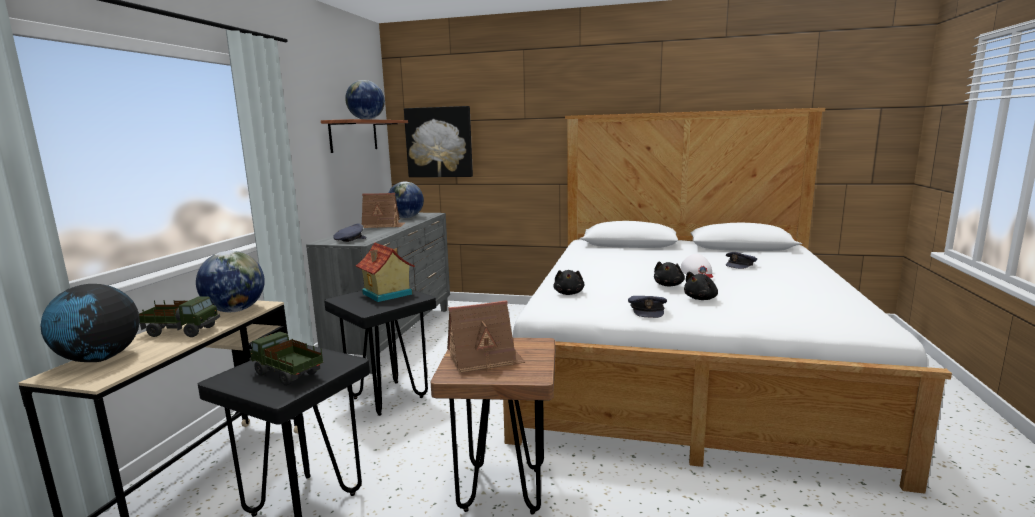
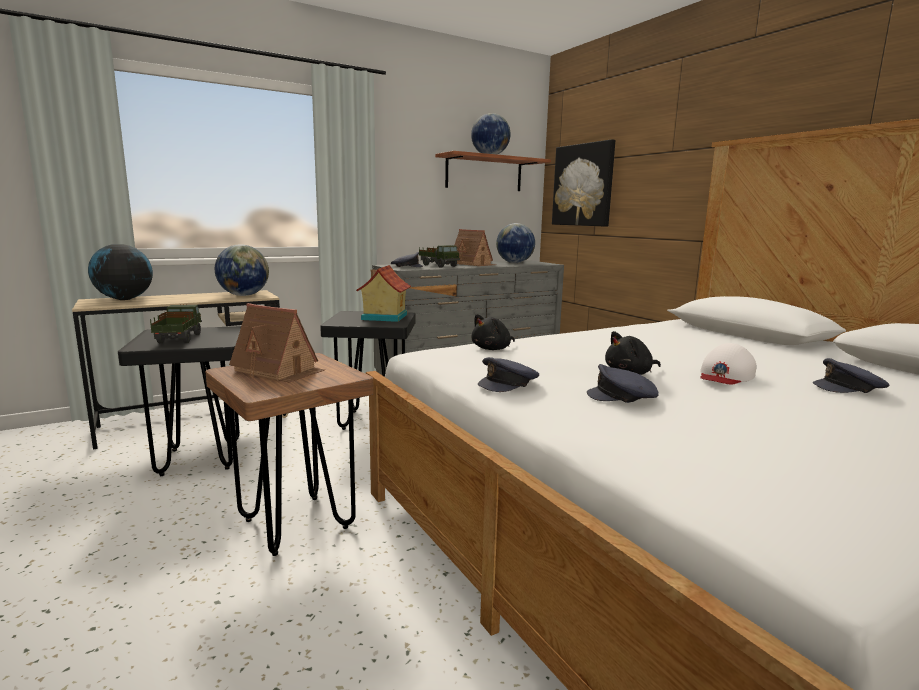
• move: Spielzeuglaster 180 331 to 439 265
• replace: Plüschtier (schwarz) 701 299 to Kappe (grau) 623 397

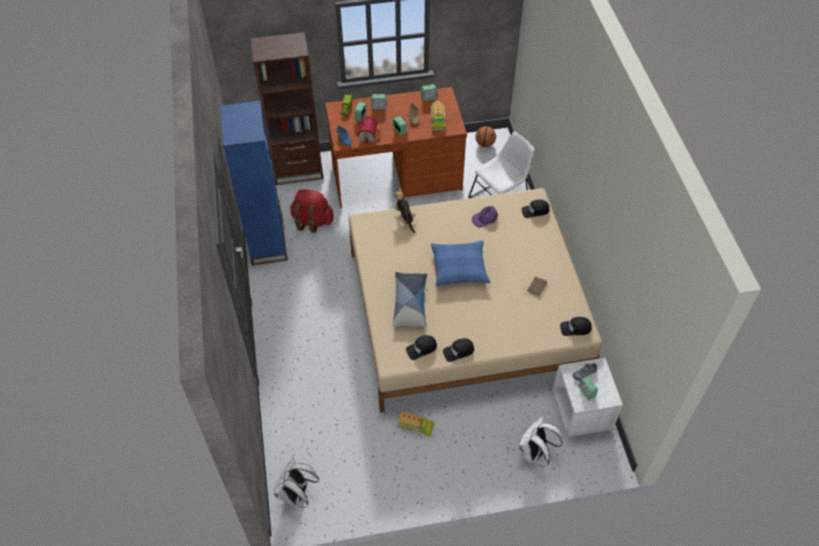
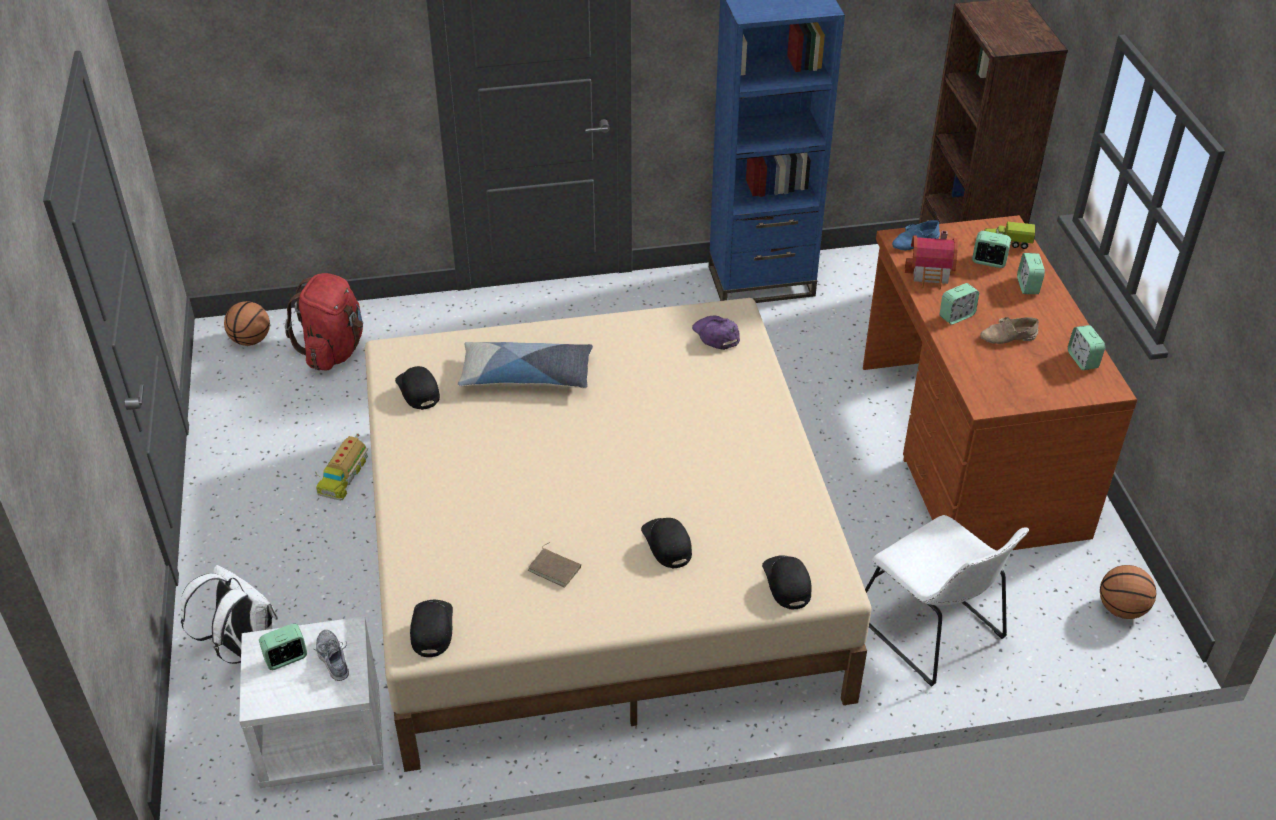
• replace: Rucksack (weiß) 297 495 to Basketball 250 340
• move: Rucksack (rot) 312 221 to 334 350
• move: Kappe (schwarz) 458 351 to 667 544
• move: Kappe (lila) 485 218 to 716 334
• delete: Plüschtier 405 218
• delete: Spielzeuglaster 437 120
• delete: Kissen (blau) 459 268

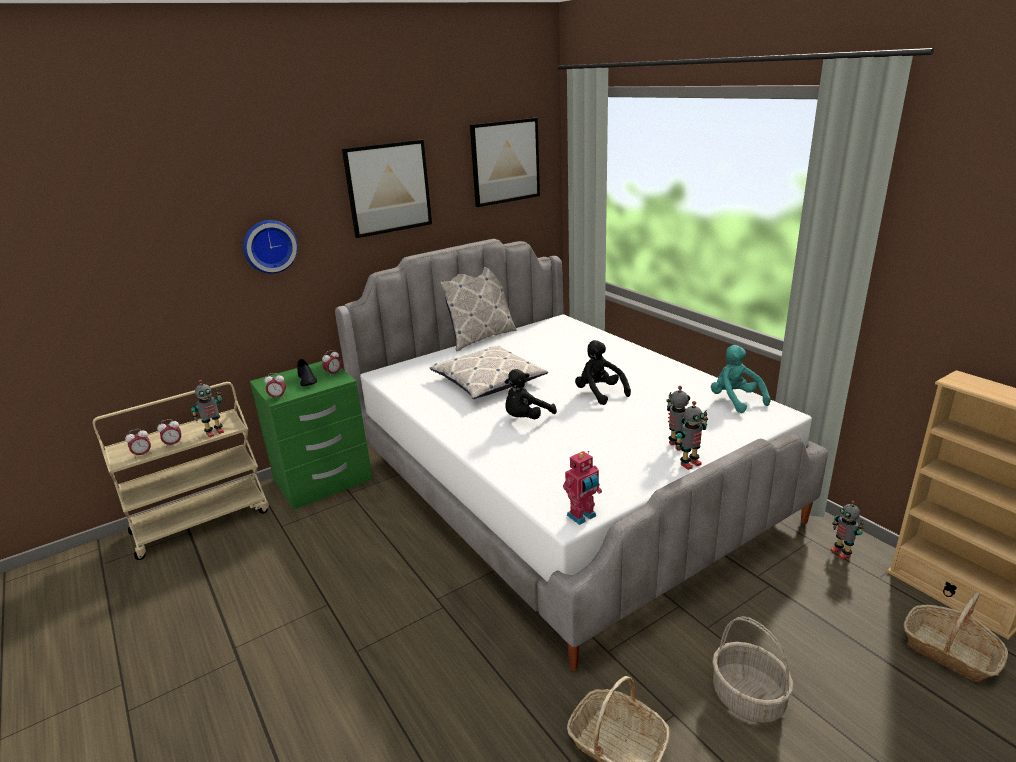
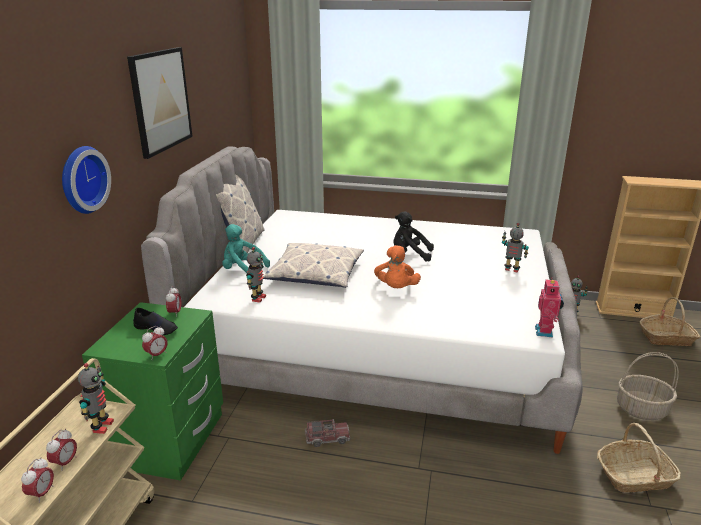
• move: Plüschtier (türkis) 735 400 to 242 270
• move: Spielzeugroboter 689 463 to 257 298
• insert: Spielzeuglaster 327 438
• recolor: Plüschtier (schwarz) 526 418 to Plüschtier (orange) 396 288
• delete: Bild 505 162

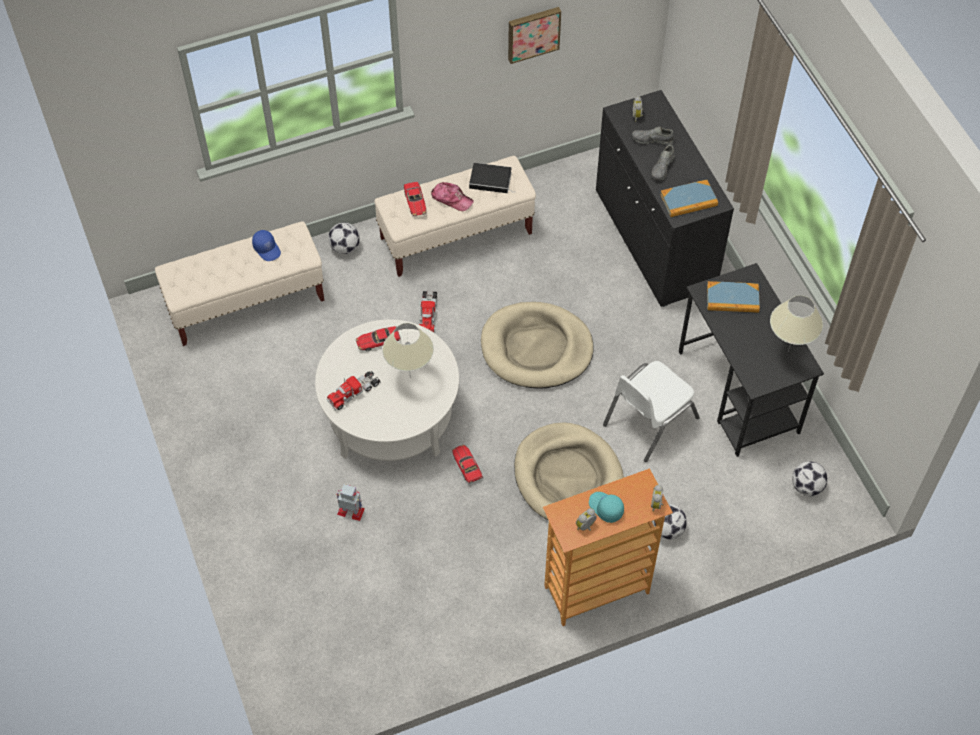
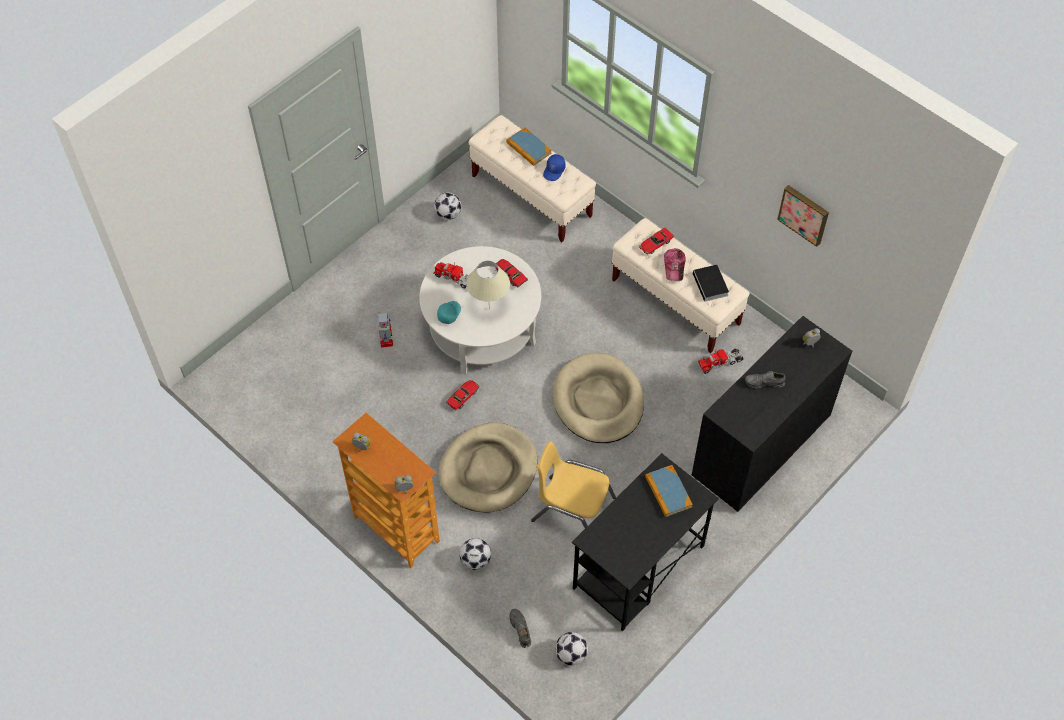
• move: Fußball 345 247 to 448 214
• move: Kappe (türkis) 605 508 to 449 313
• move: Buch 688 200 to 528 148
• move: Schuh (grau) 652 140 to 520 629
• recolor: Stuhl (weiß) 649 421 to Stuhl (gelb) 572 509
• move: Spielzeuglaster 428 314 to 720 362
• delete: Tischlampe (beige) 788 352

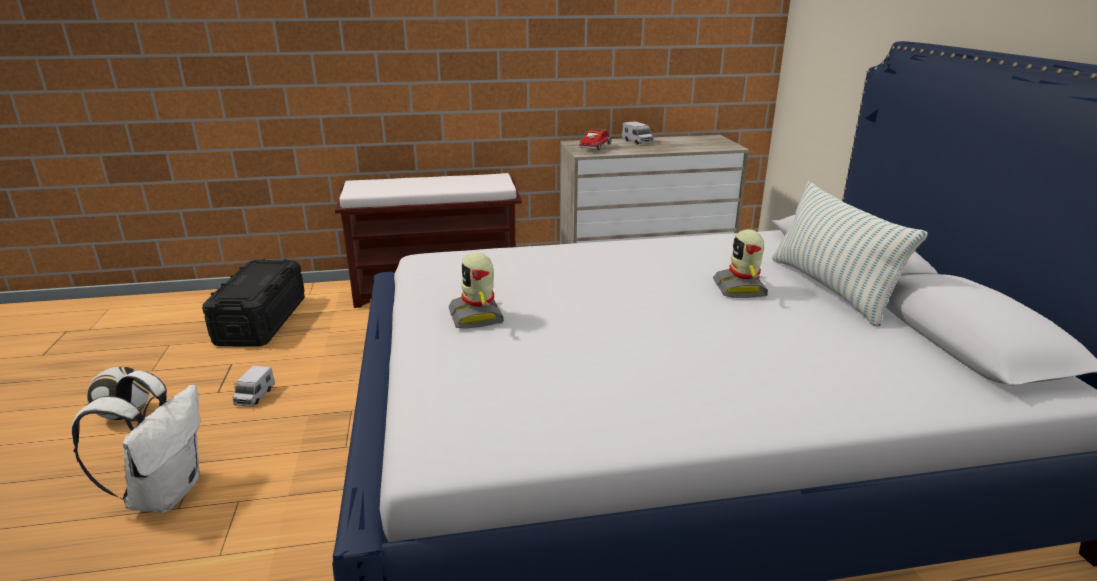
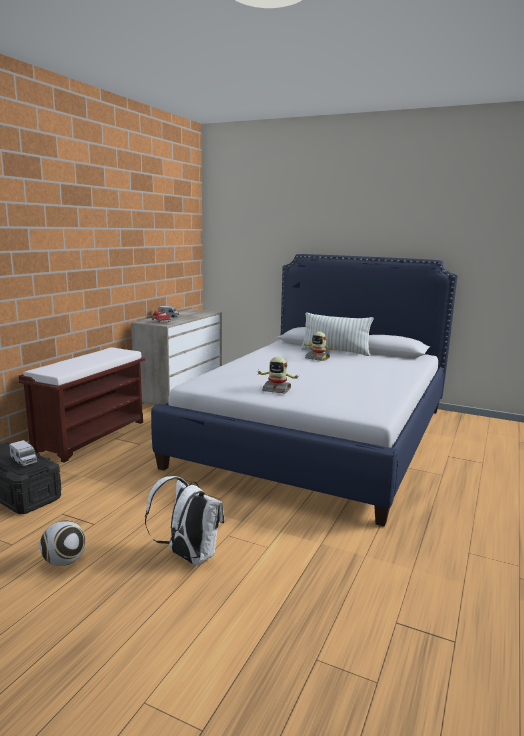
• move: Spielzeuglaster 254 396 to 24 461

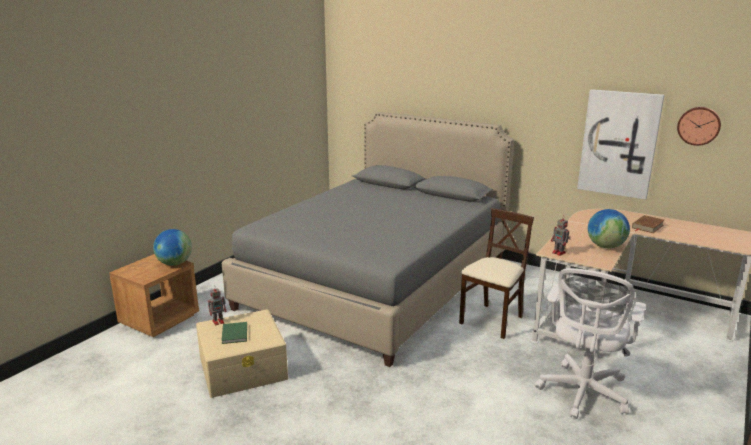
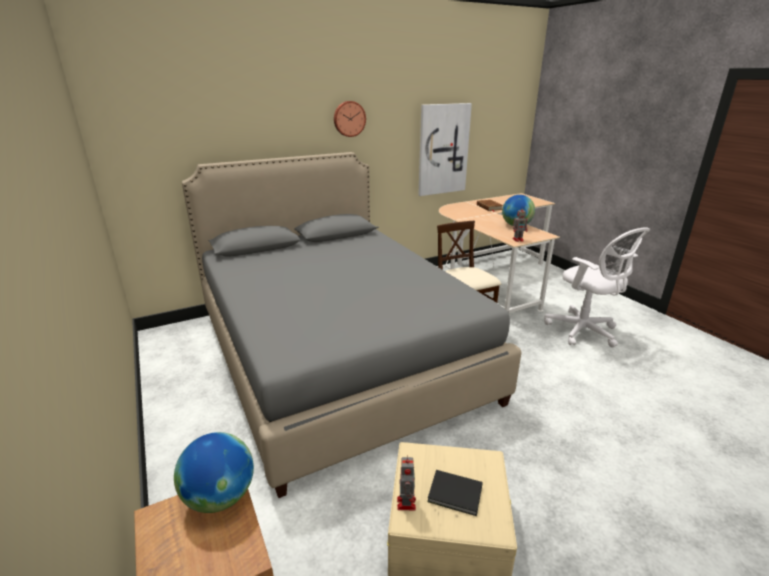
• move: Wanduhr 699 125 to 349 119
• recolor: Buch (grün) 234 334 to Buch (schwarz) 456 495

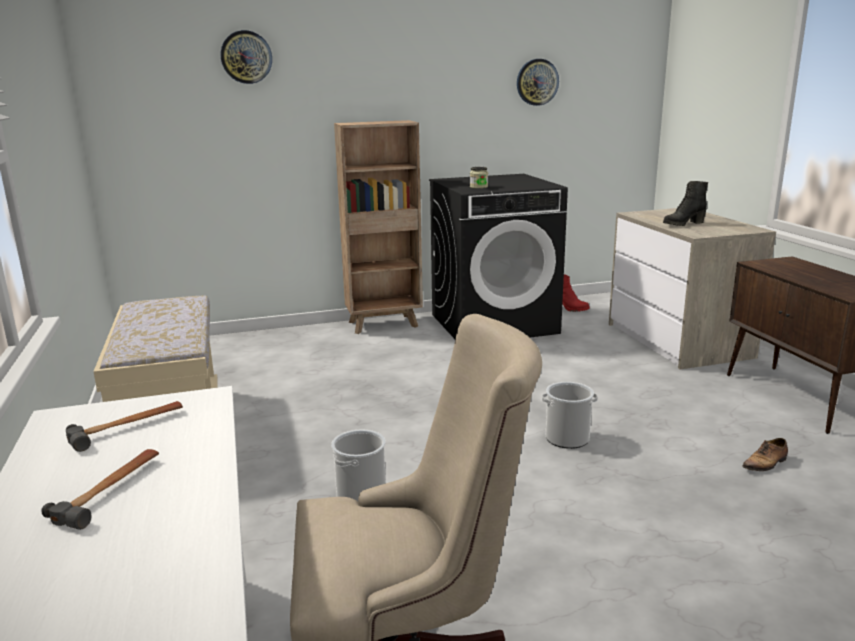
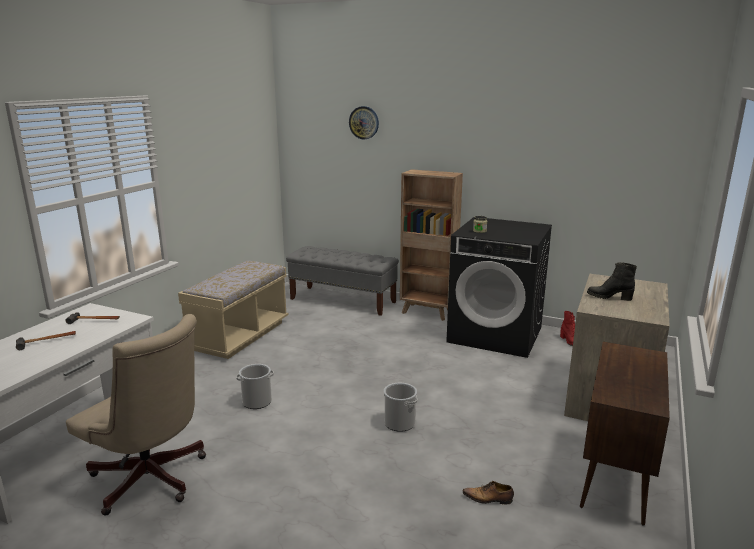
• insert: Bank (grau) 343 300
• delete: Wanduhr 537 82

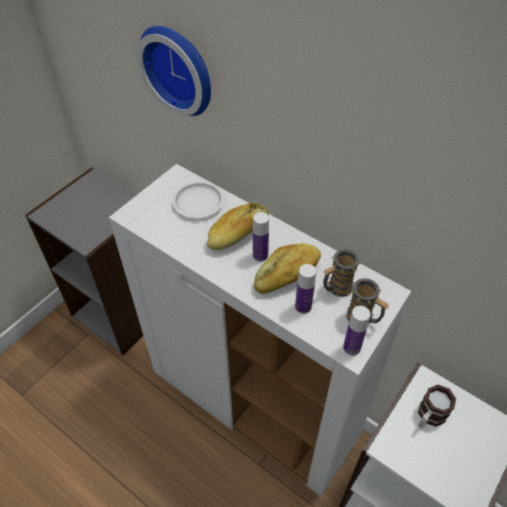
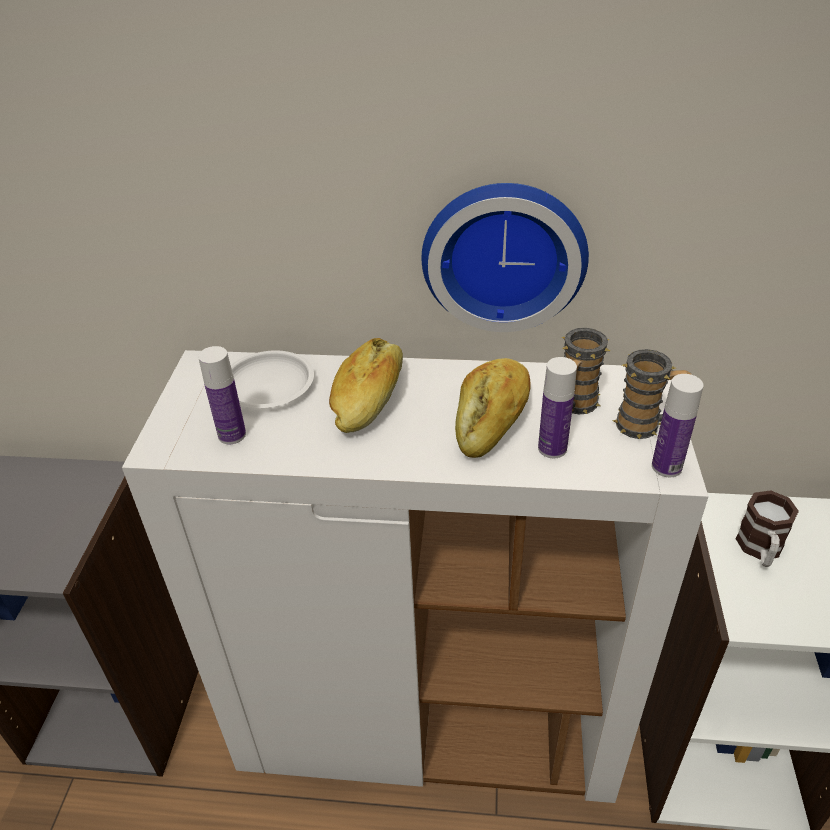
• move: Flasche 260 255 to 232 435
• move: Wanduhr 180 69 to 504 253

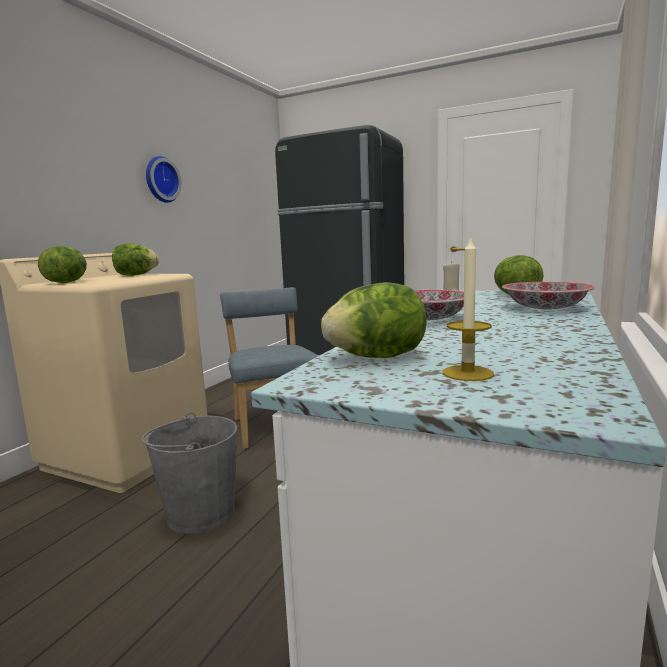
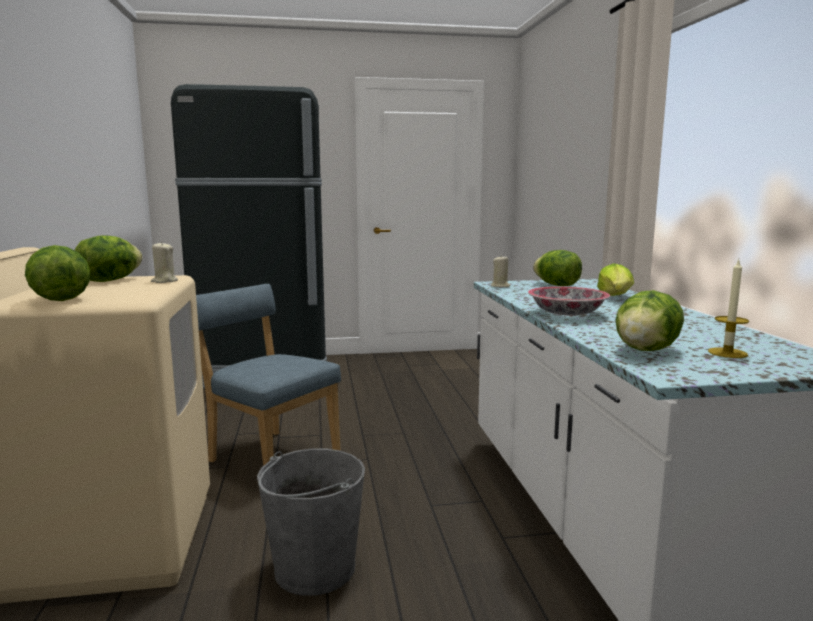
• insert: Kerze (beige) 164 281
• replace: Schüssel 546 308 to Salatkopf 615 297
• delete: Wanduhr 160 180

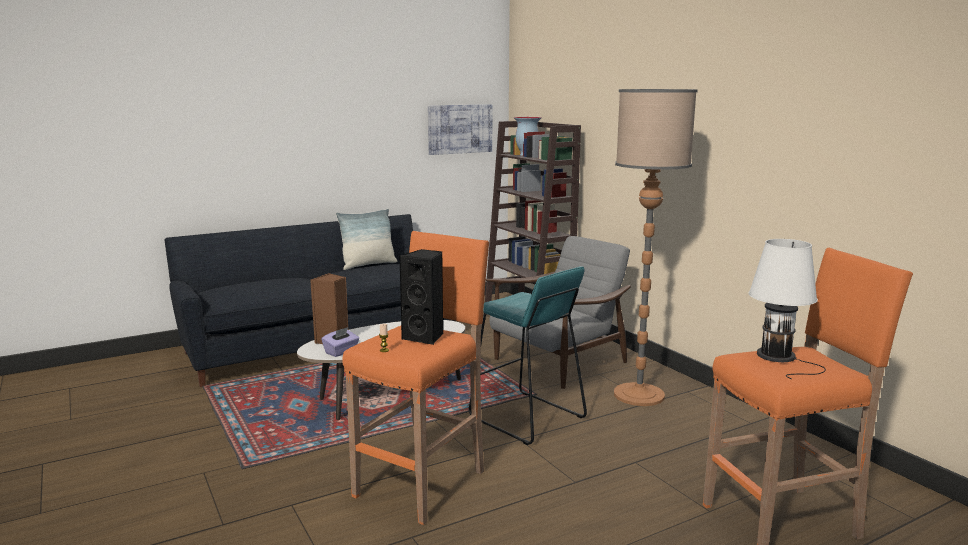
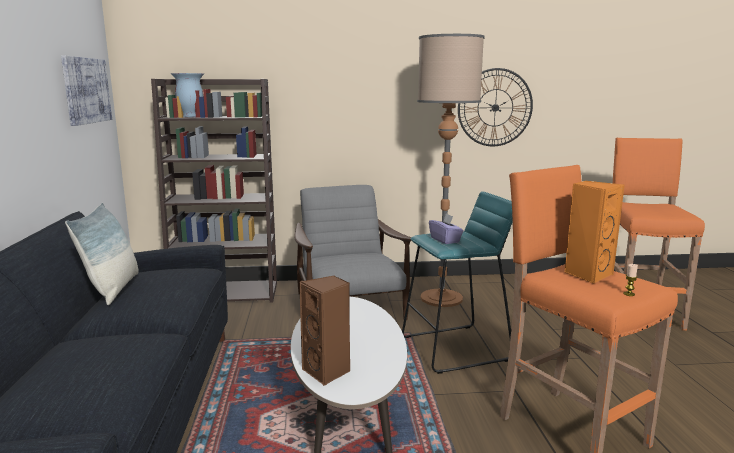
• move: Taschentuchbox (lila) 341 352 to 445 240
• insert: Wanduhr 495 107
• recolor: Lautsprecher (schwarz) 425 337 to Lautsprecher (orange) 587 274
• delete: Tischlampe (weiß) 779 357

